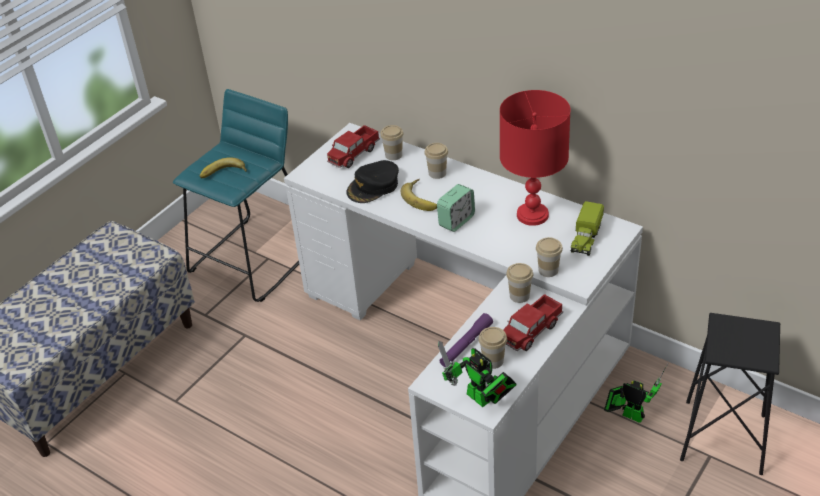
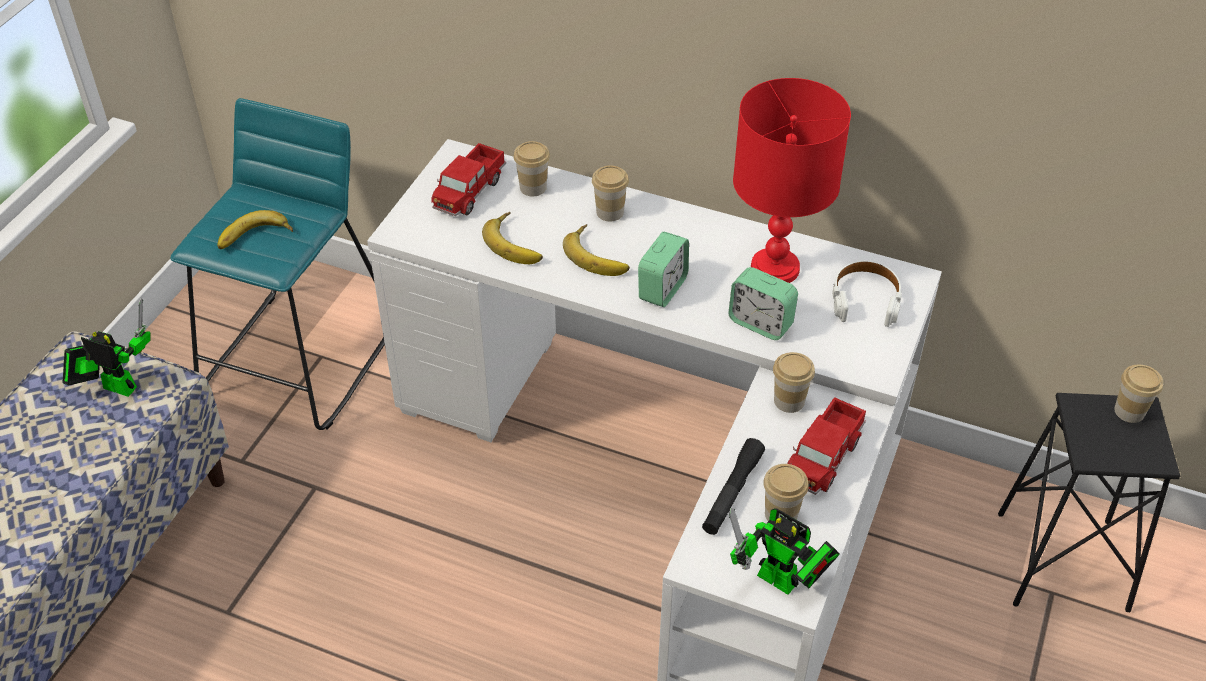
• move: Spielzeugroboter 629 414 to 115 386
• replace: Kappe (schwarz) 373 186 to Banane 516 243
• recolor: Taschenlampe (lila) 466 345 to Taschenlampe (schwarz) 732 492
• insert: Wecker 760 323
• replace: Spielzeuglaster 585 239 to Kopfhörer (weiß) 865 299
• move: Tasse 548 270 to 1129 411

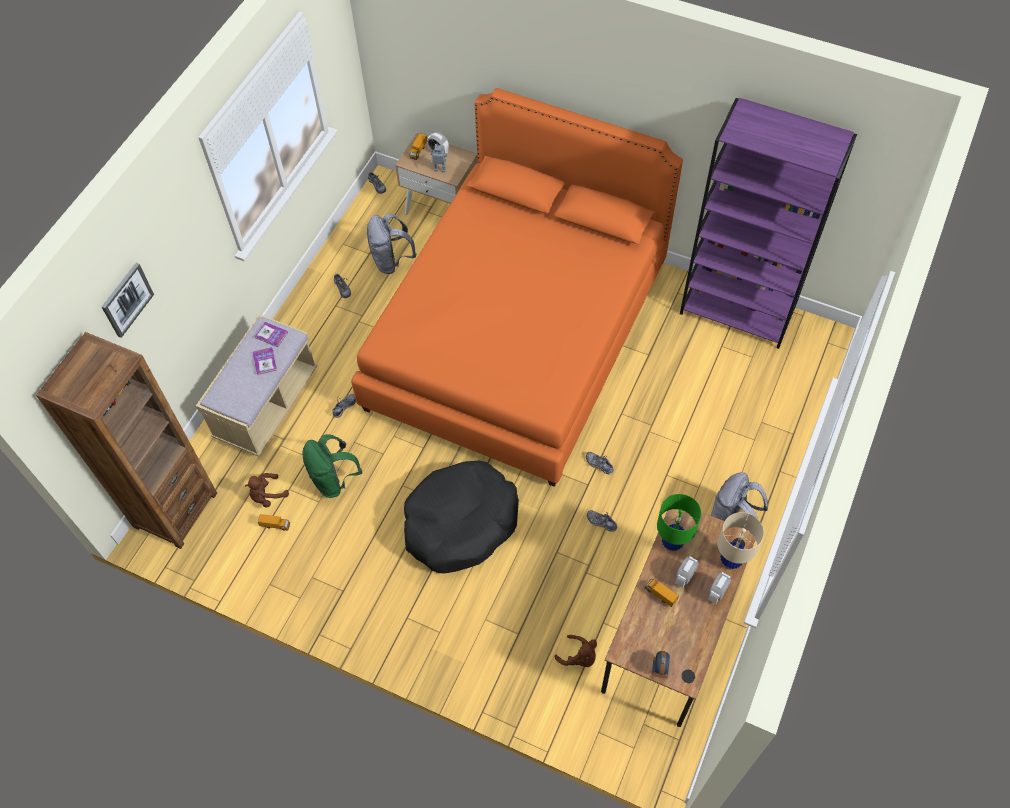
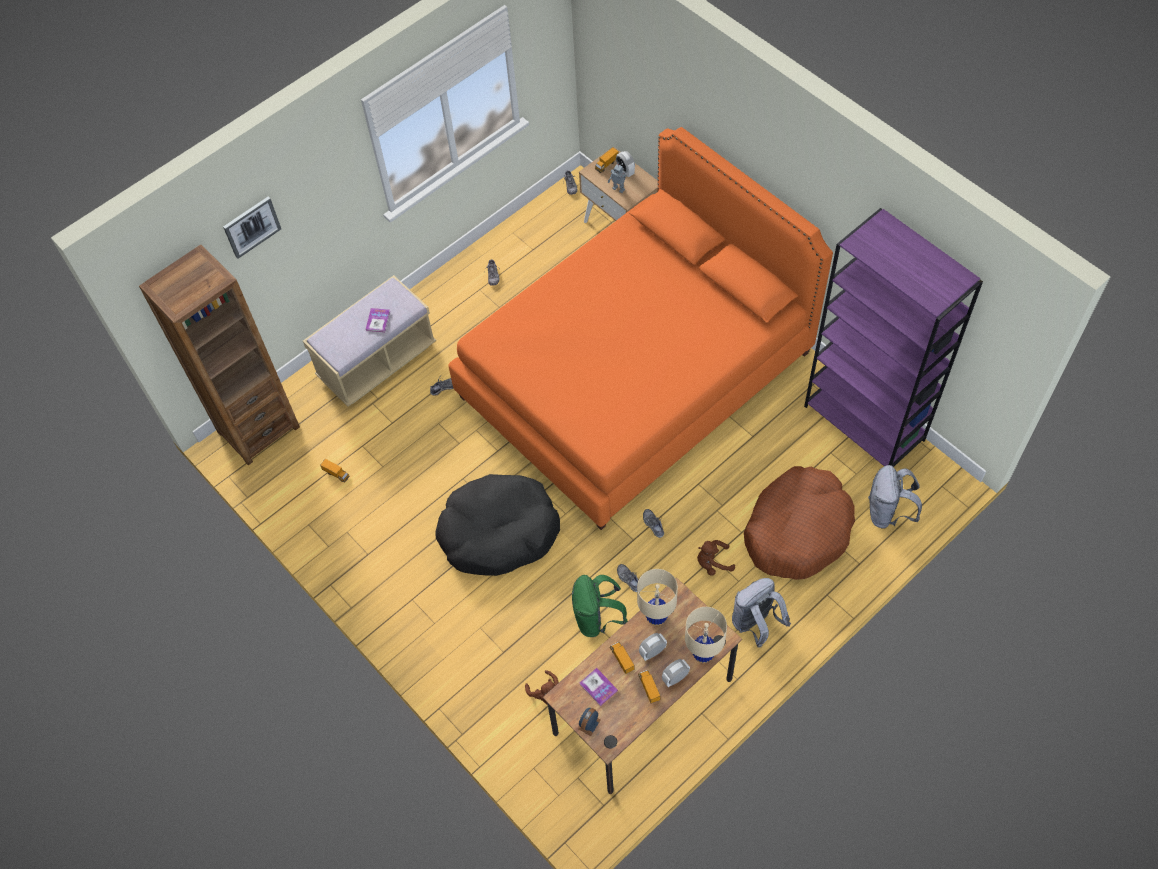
• move: Rucksack (grün) 334 480 to 597 618
• move: Buch 271 335 to 598 687
• recolor: Tischlampe (grün) 672 543 to Tischlampe (beige) 656 617
• insert: Spielzeuglaster 649 688
• move: Plüschtier (braun) 267 495 to 713 563
• insert: Hundebett (braun) 797 530
• move: Rucksack (grau) 391 261 to 887 513

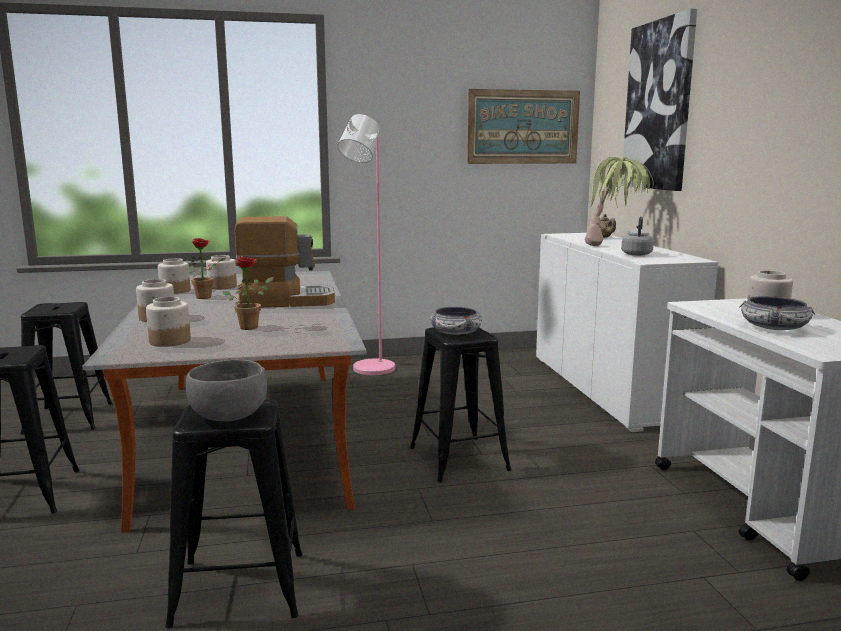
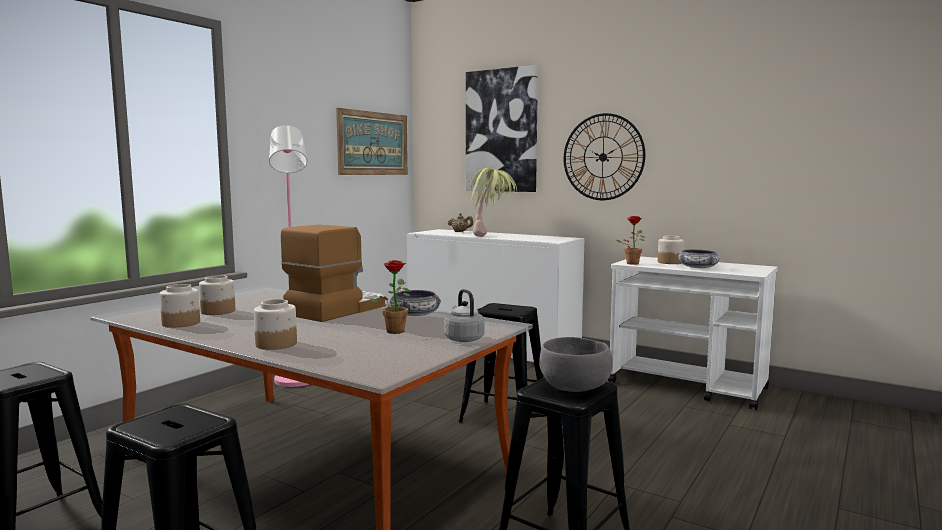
• move: Schüssel 456 332 to 415 314
• move: Wasserkessel (grau) 636 254 to 463 339
• insert: Wanduhr 603 157
• move: Topfpflanze 207 297 to 632 263
• delete: Vorratsglas 169 341

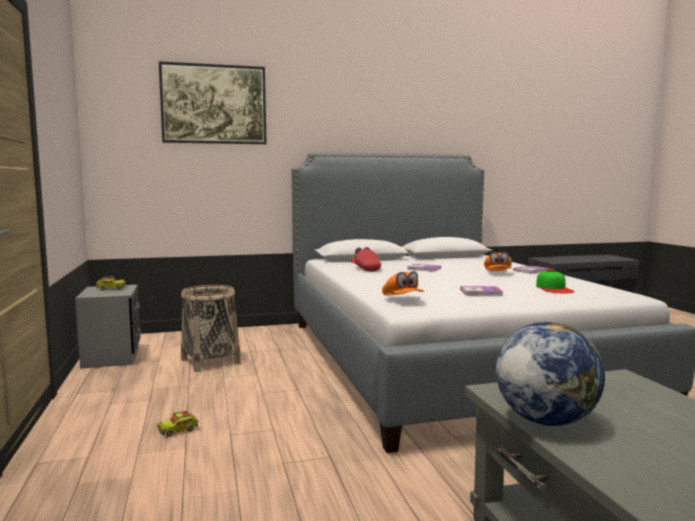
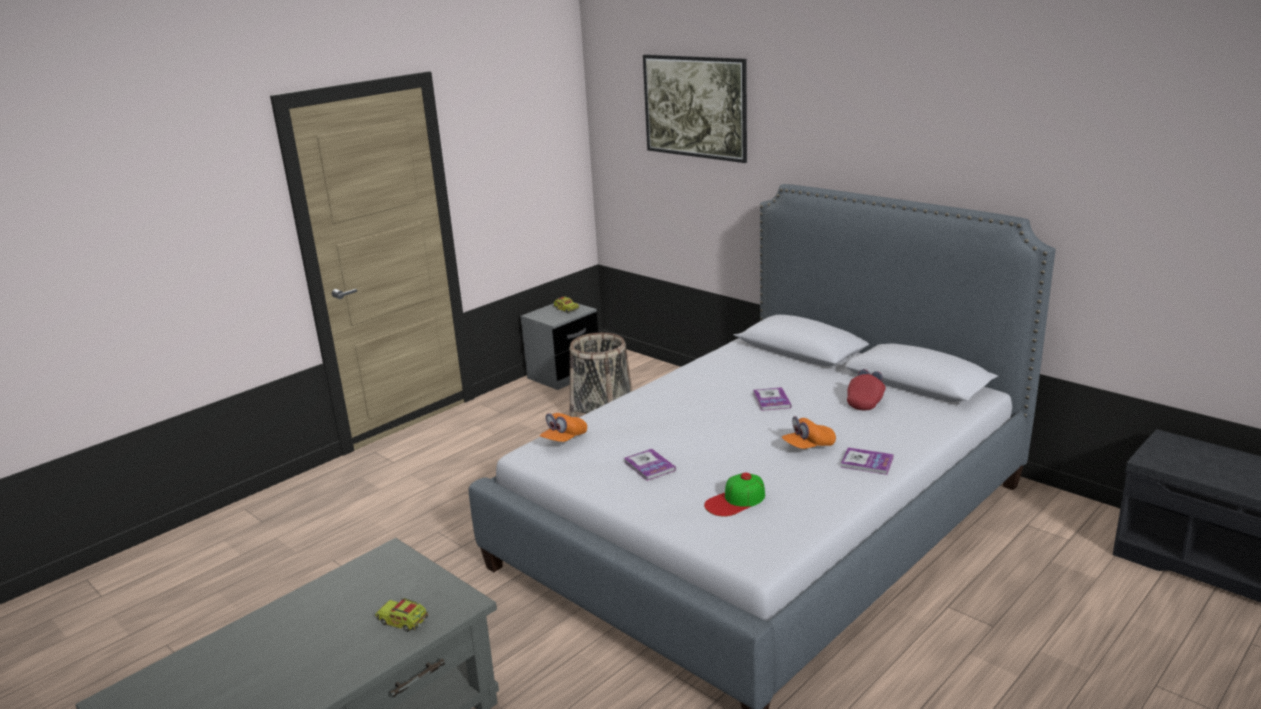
• move: Spielzeuglaster 178 430 to 403 621
• move: Kappe (rot) 365 269 to 866 401
• delete: Globus 545 420

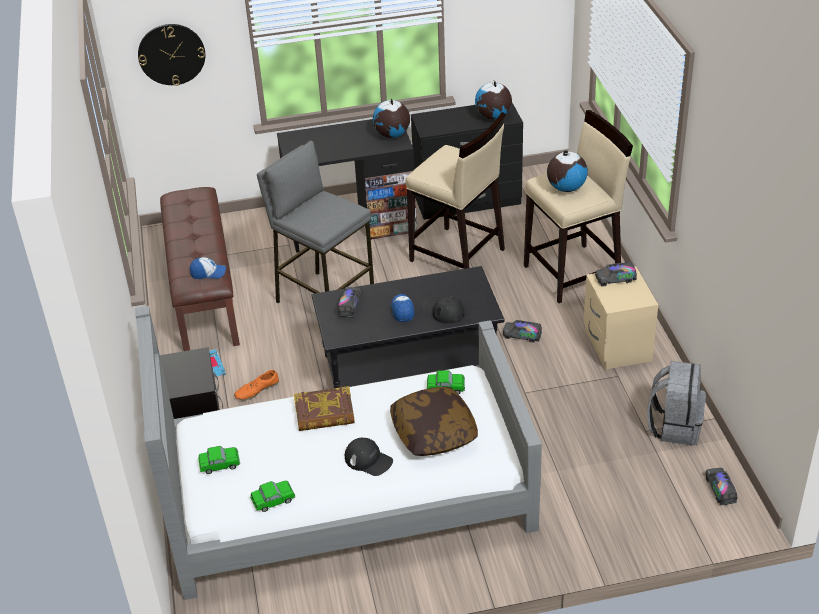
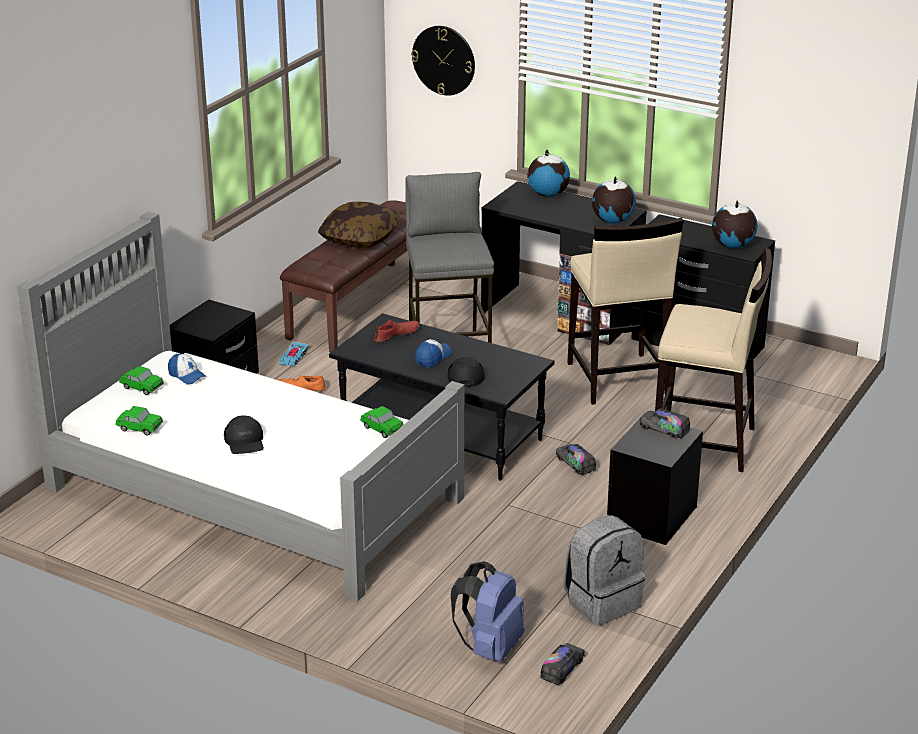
• move: Kappe 208 273 to 187 376
• move: Kissen 433 432 to 359 238
• replace: Spielzeuglaster 350 306 to Schuh (rot) 396 335
• insert: Rucksack (blau) 490 648
• move: Globus 566 188 to 548 194
• recolor: Nachttisch (beige) 616 346 to Nachttisch (schwarz) 650 516
• delete: Buch 324 414

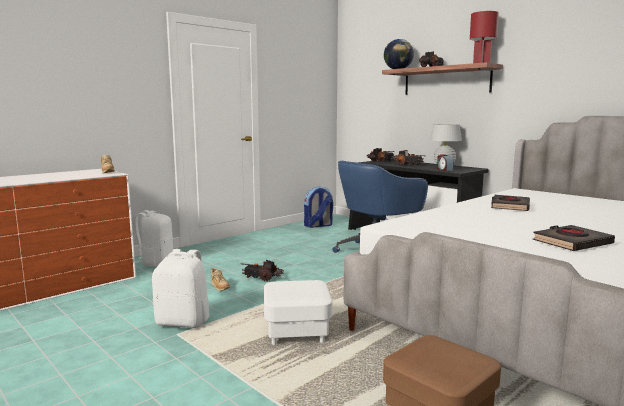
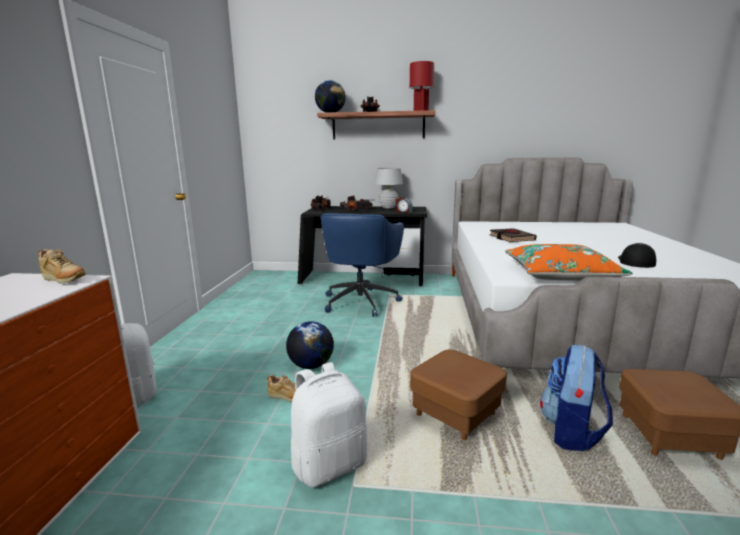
• replace: Spielzeuglaster 262 278 to Globus 311 365
• recolor: Polsterhocker (weiß) 297 332 to Polsterhocker (braun) 456 414
• insert: Kissen (orange) 559 275
• move: Rucksack 318 225 to 571 432
• replace: Buch (schwarz) 572 243 to Kappe 635 261

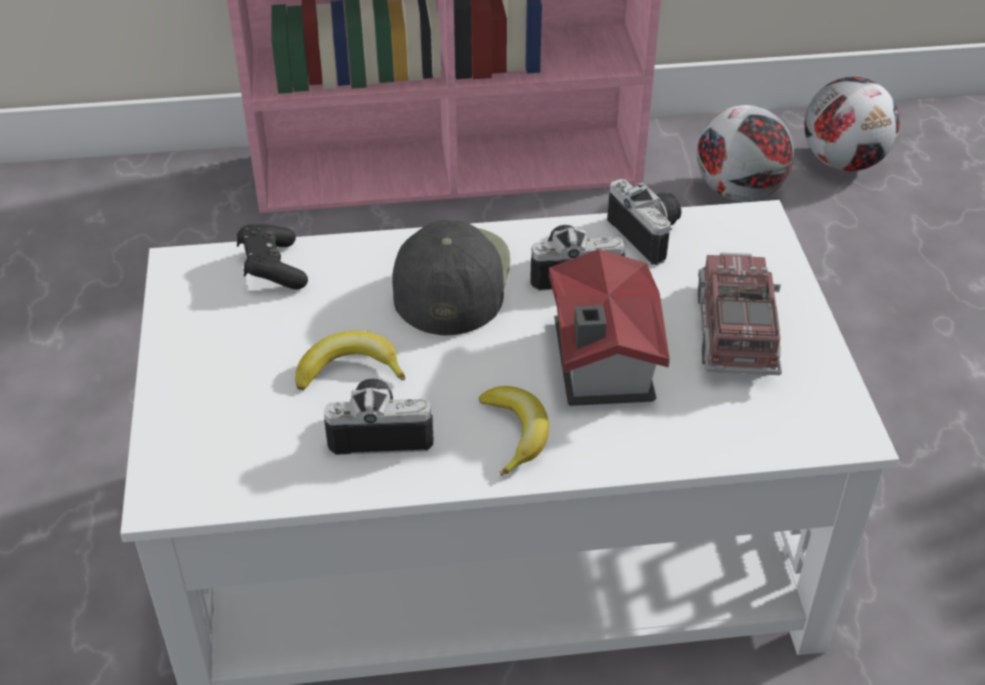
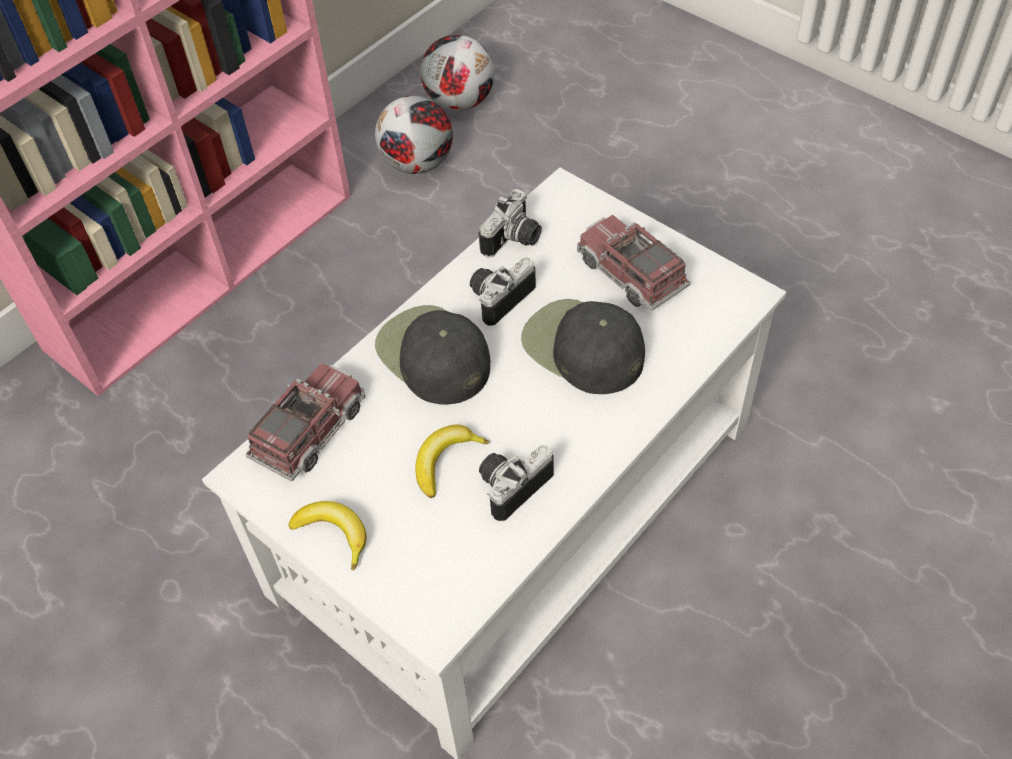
• replace: Gamepad (schwarz) 272 269 to Spielzeuglaster 310 431
• move: Banane 515 433 to 334 534
• rotate: Kamera 651 234 = 514 240 105 degrees clockwise
• replace: Spielzeughaus 599 364 to Kappe (schwarz) 582 348

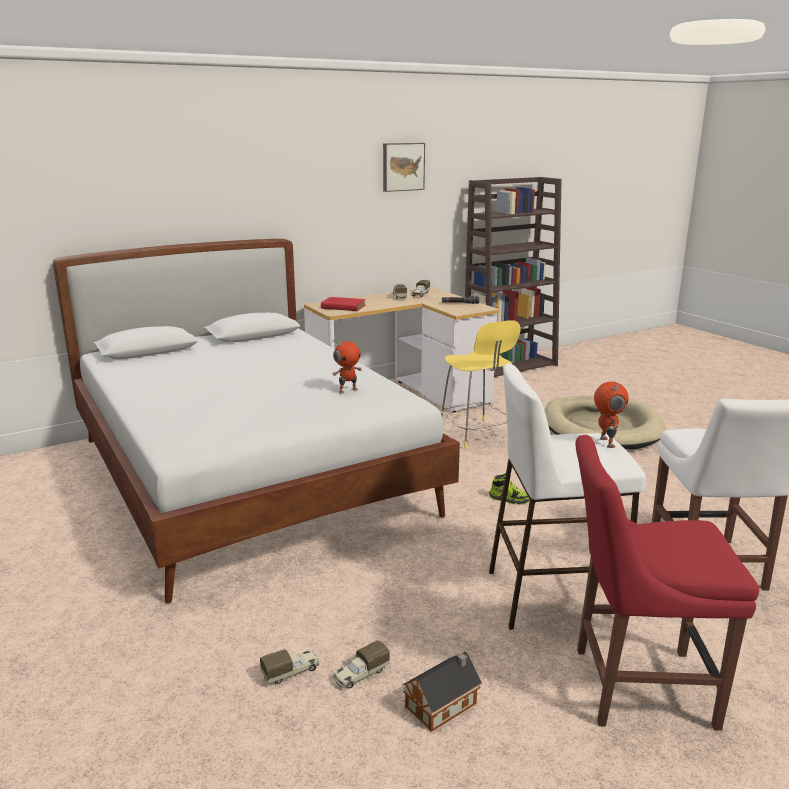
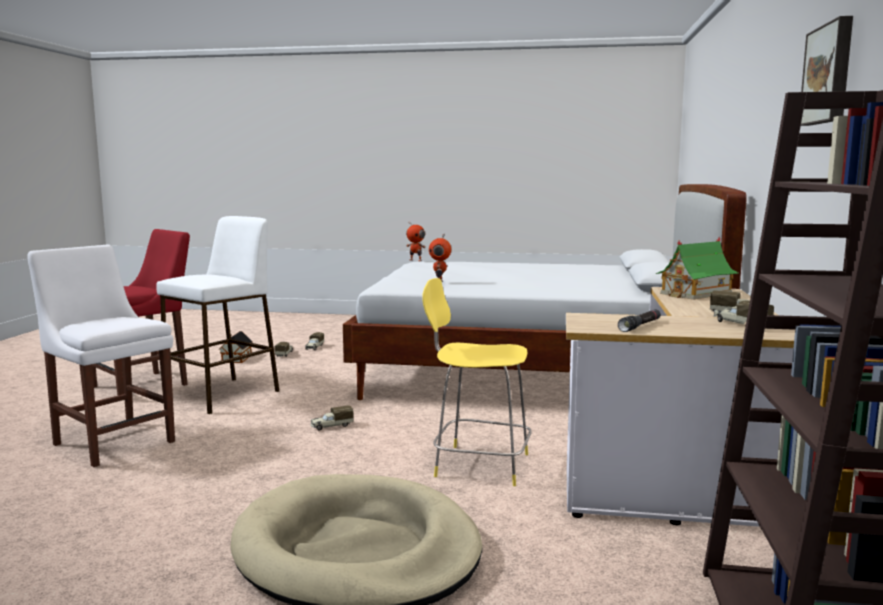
• replace: Schuh 510 499 to Spielzeuglaster 331 426
• move: Spielzeugroboter 605 442 to 416 260
• replace: Buch (rot) 342 307 to Spielzeughaus 695 293

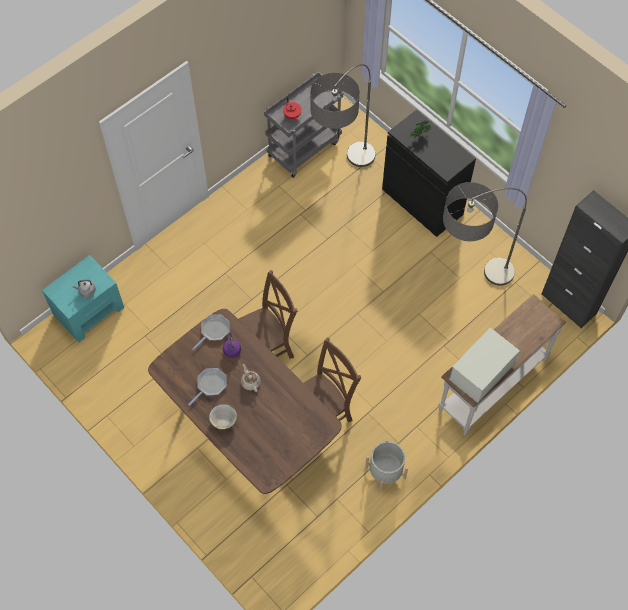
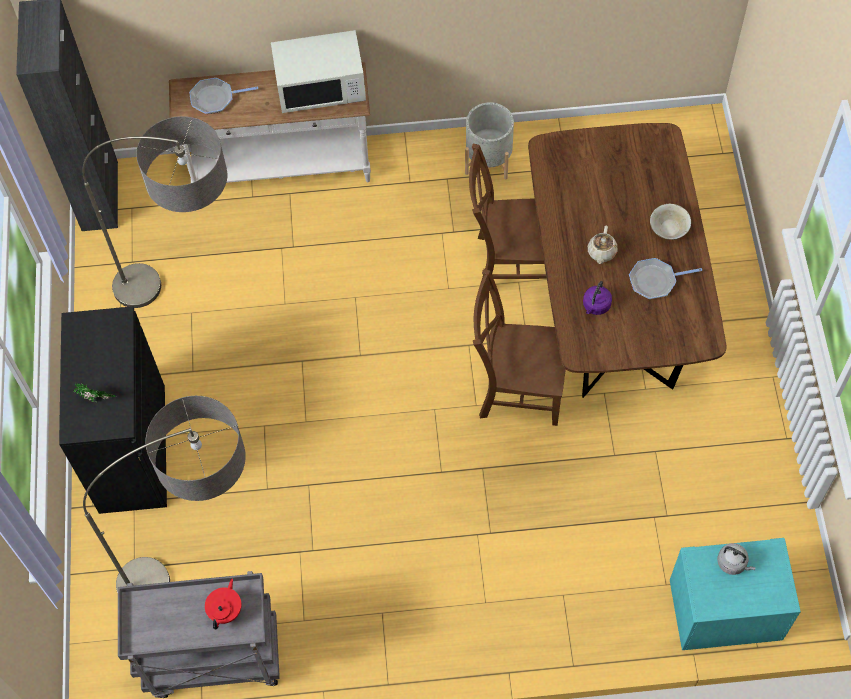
• move: Pfanne 214 330 to 215 98

